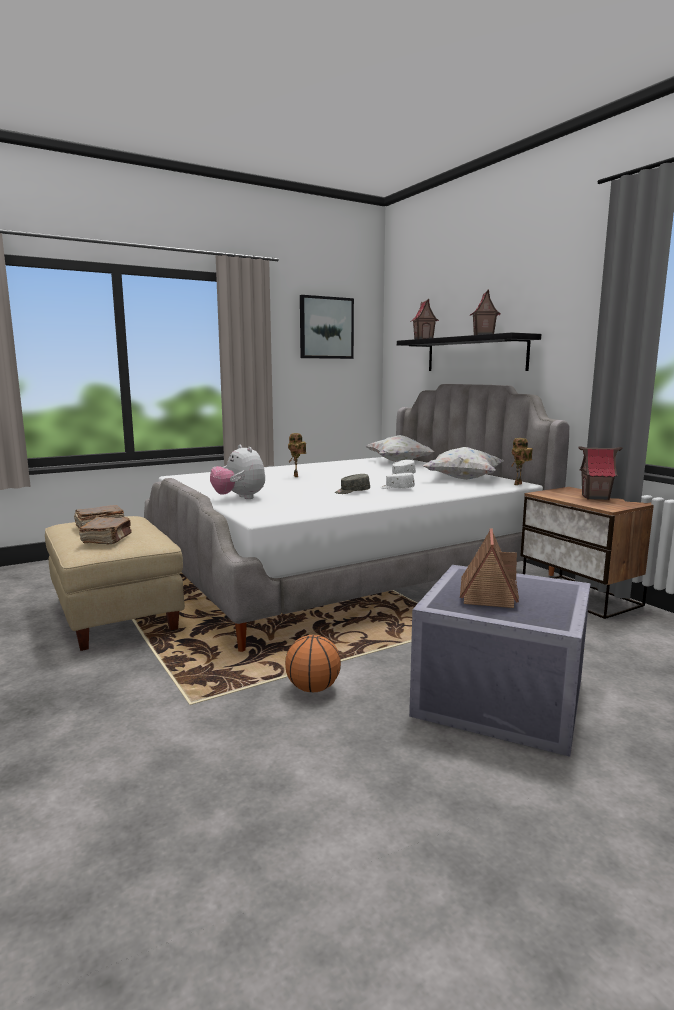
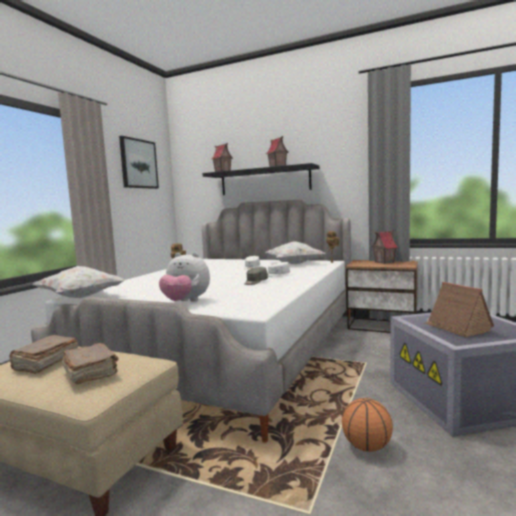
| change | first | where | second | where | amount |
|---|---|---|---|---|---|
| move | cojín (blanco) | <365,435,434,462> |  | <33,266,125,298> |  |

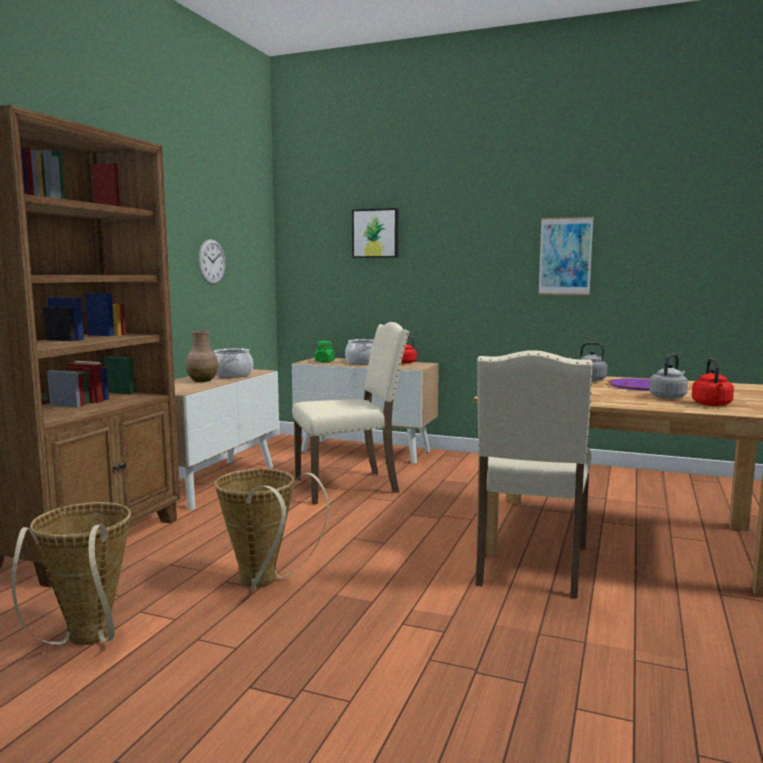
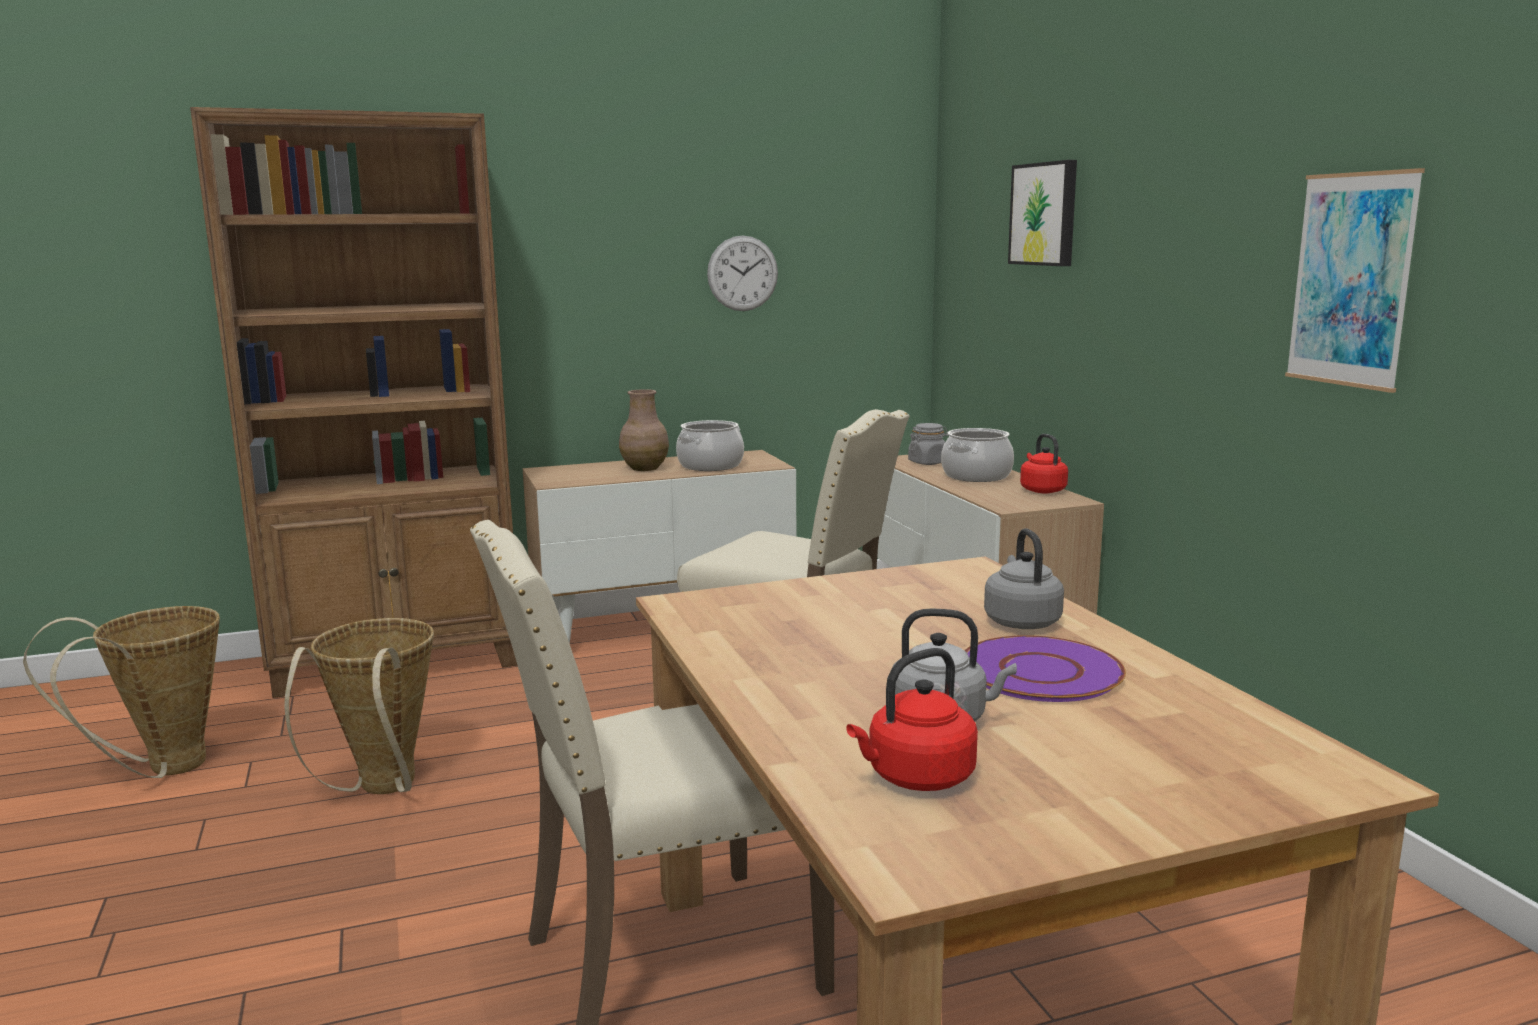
| change | first | where | second | where | amount |
|---|---|---|---|---|---|
| recolor | tarro (verde) | <315,341,335,362> | tarro (gris) | <908,423,948,465> |  |

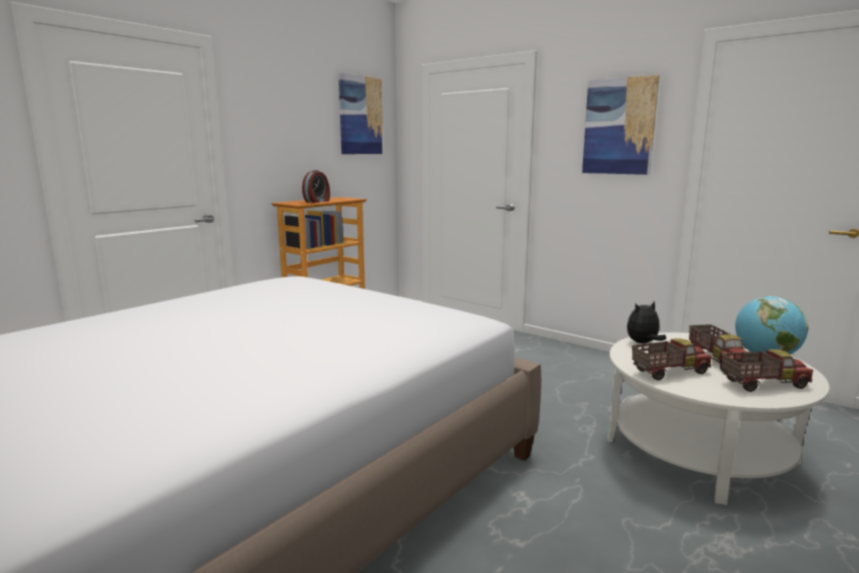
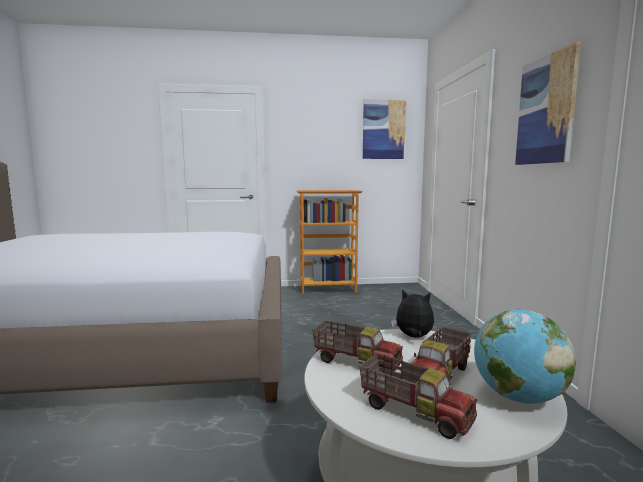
| change | first | where | second | where | amount |
|---|---|---|---|---|---|
| delete | despertador | <302,170,330,203> |  |  |  |

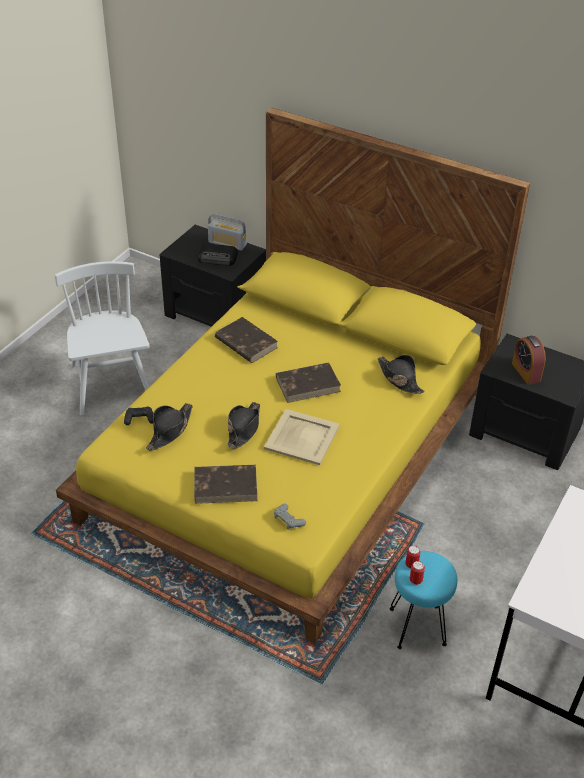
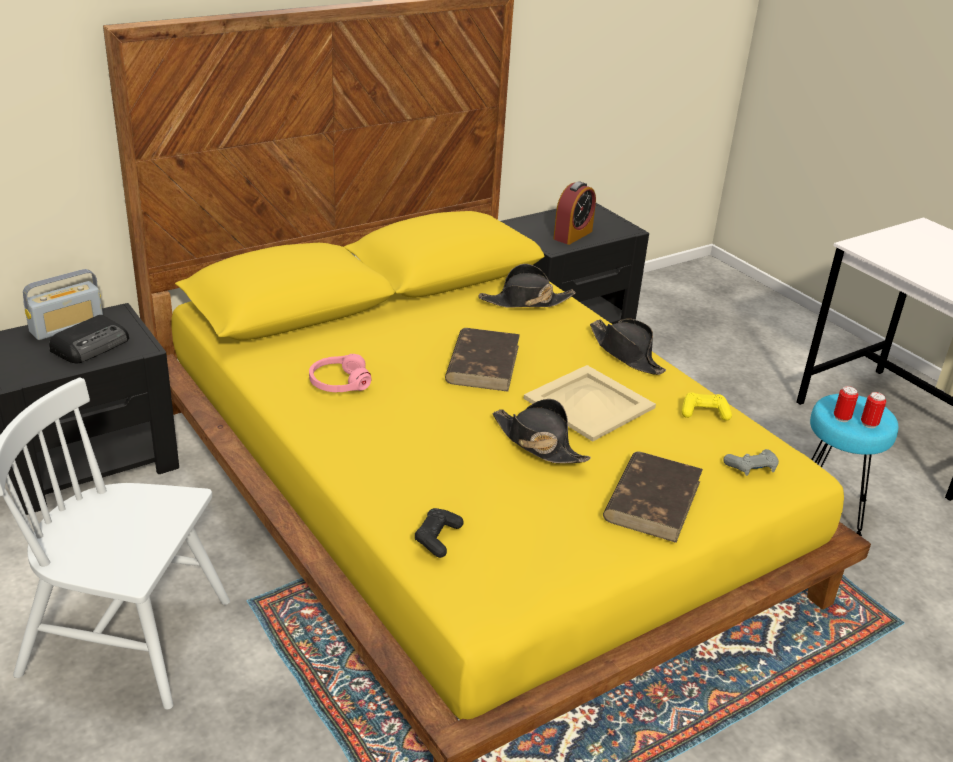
| change | first | where | second | where | amount |
|---|---|---|---|---|---|
| replace | libro (marrón) | <215,317,278,363> | auriculares (rosa) | <309,354,372,392> |  |
| rotate | despertador | <512,336,546,385> |  | <553,182,596,245> | 60 degrees counterclockwise |
| move | sombrero (negro) | <146,403,193,451> |  | <590,319,666,375> |  |
| insert |  |  | mando de consola (amarillo) | <682,392,732,421> |  |

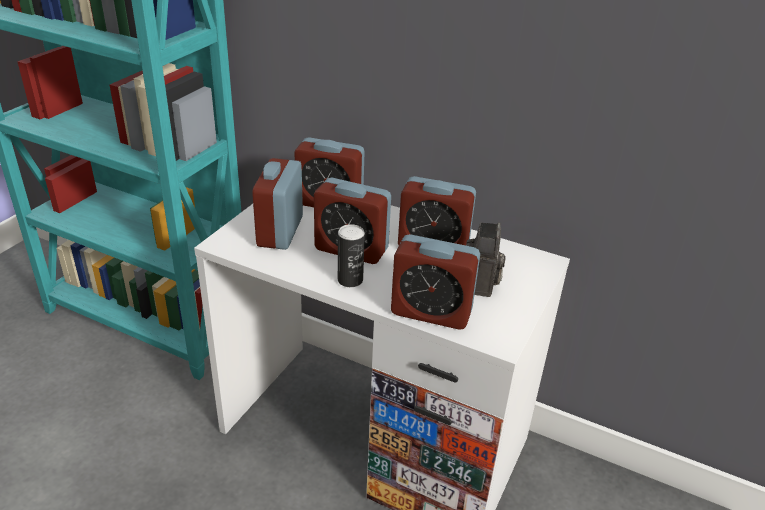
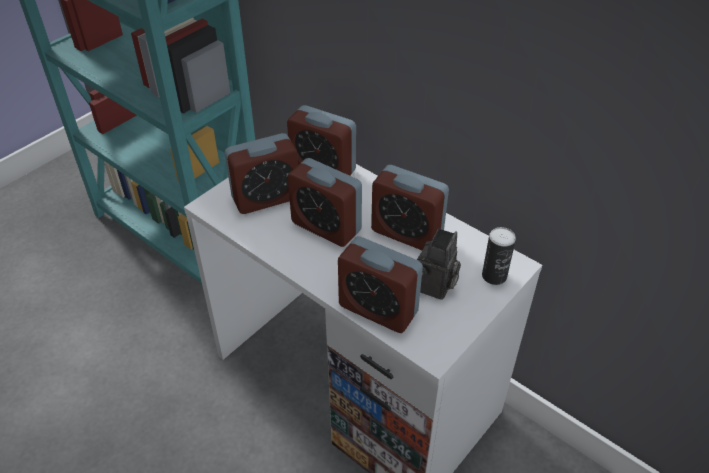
| change | first | where | second | where | amount |
|---|---|---|---|---|---|
| rotate | despertador | <252,158,303,250> |  | <225,133,298,214> | 135 degrees counterclockwise |
| move | lata | <338,224,365,287> |  | <482,227,516,285> |  |

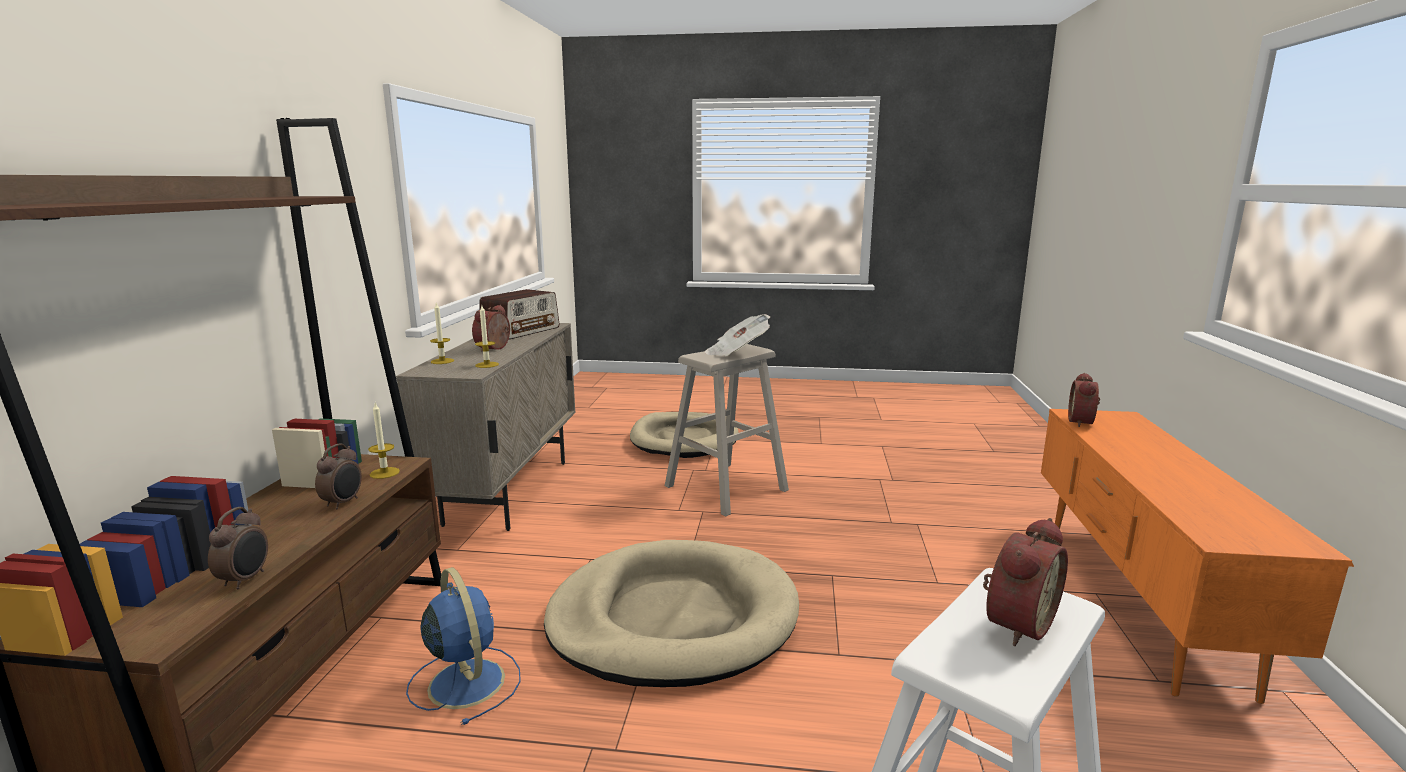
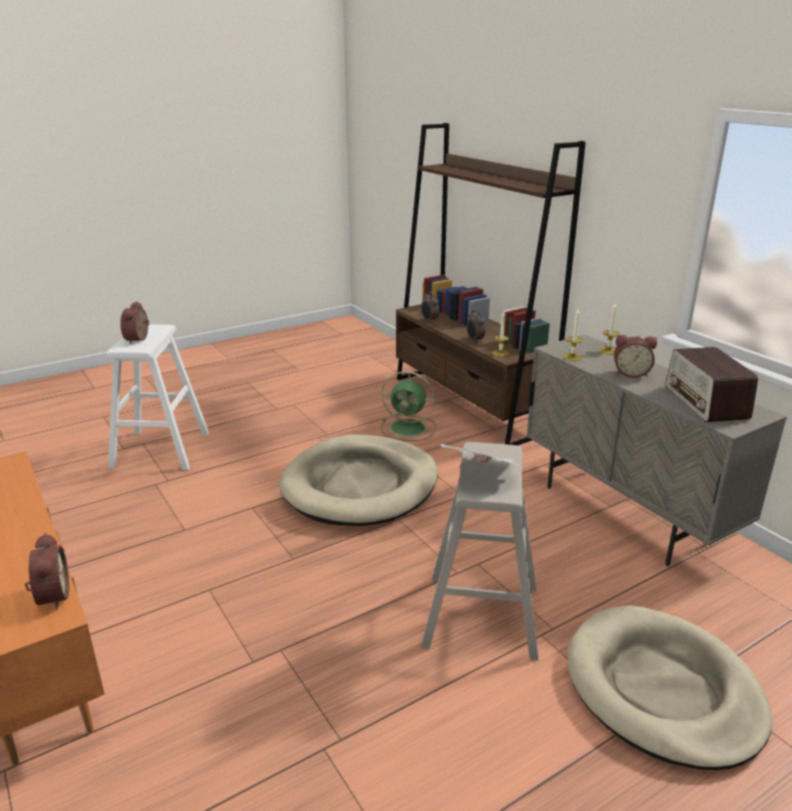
| change | first | where | second | where | amount |
|---|---|---|---|---|---|
| rotate | despertador | <472,305,510,352> |  | <614,335,657,378> | 120 degrees clockwise |
| recolor | ventilador (azul) | <406,567,521,725> | ventilador (verde) | <381,371,436,441> |  |

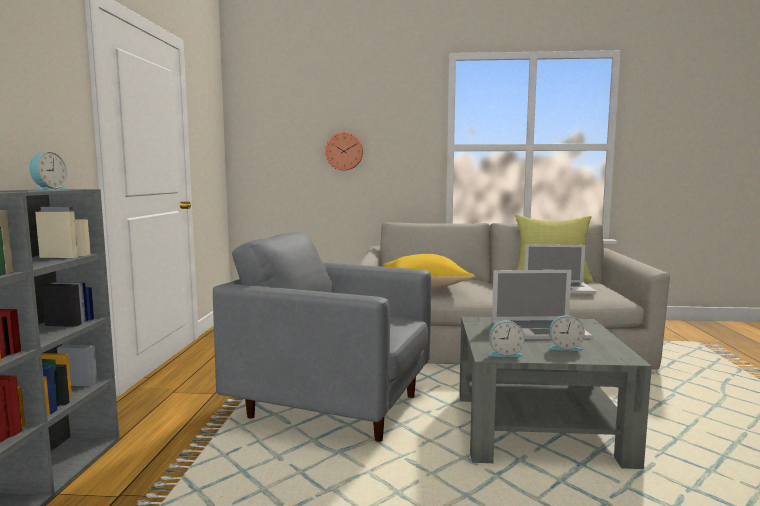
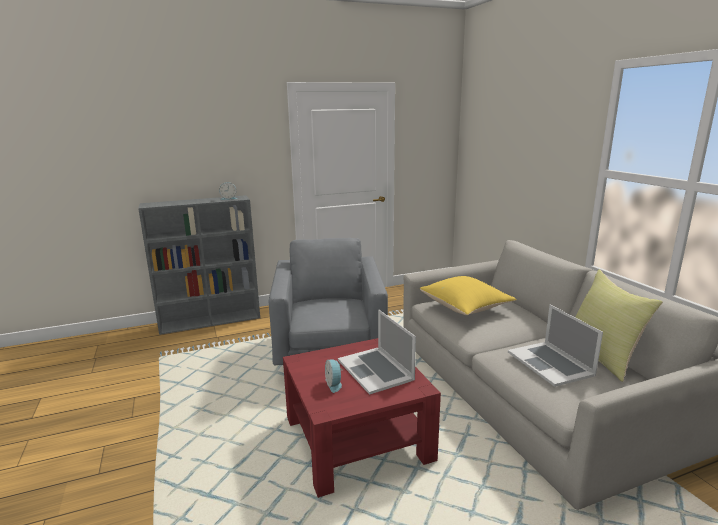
| change | first | where | second | where | amount |
|---|---|---|---|---|---|
| delete | reloj de pared | <325,132,363,170> |  |  |  |
| recolor | mesa de centro (gris) | <459,317,652,469> | mesa de centro (rojo) | <283,338,441,498> |  |
| delete | despertador | <488,320,525,357> |  |  |  |

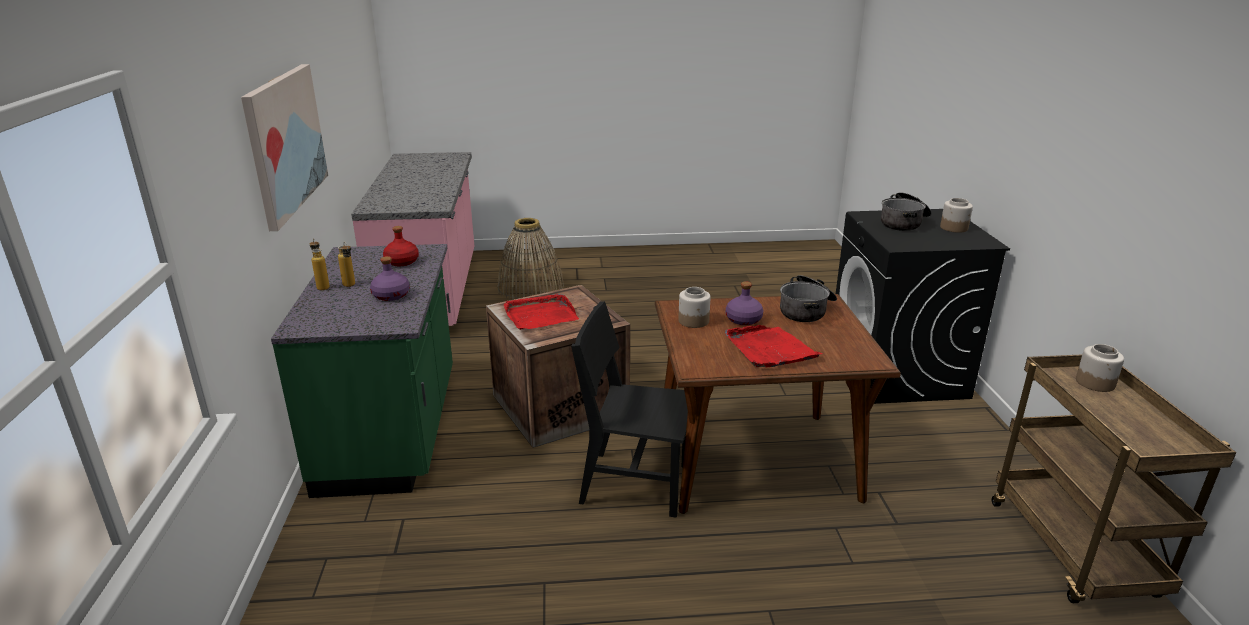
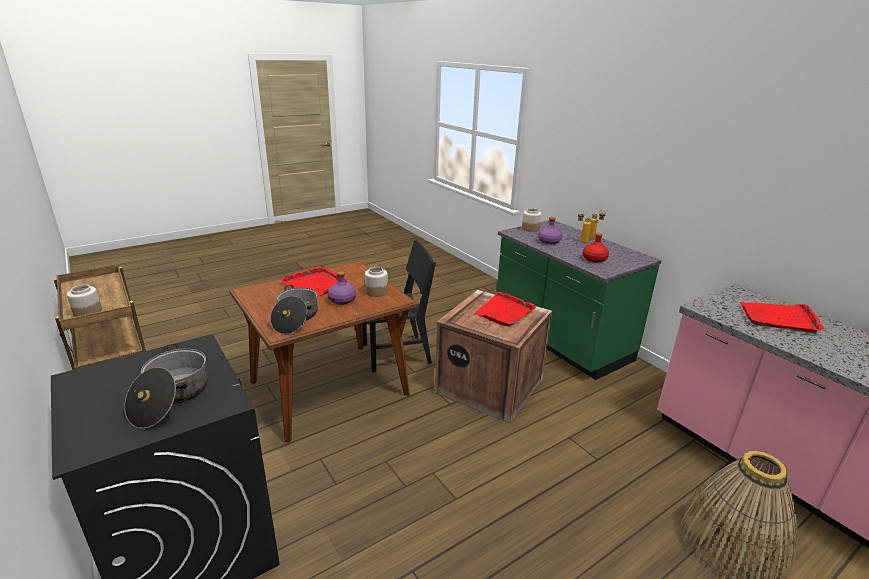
| change | first | where | second | where | amount |
|---|---|---|---|---|---|
| delete | cuadro | <241,64,328,231> |  |  |  |
| move | tarro | <940,198,973,233> |  | <522,208,542,232> |  |
| insert |  |  | bandeja (rojo) | <740,302,824,333> |  |

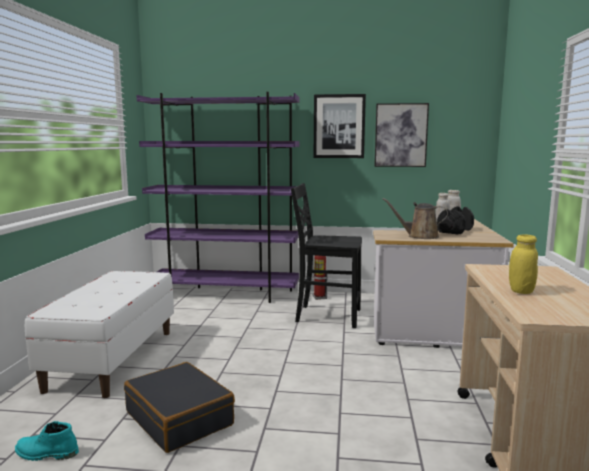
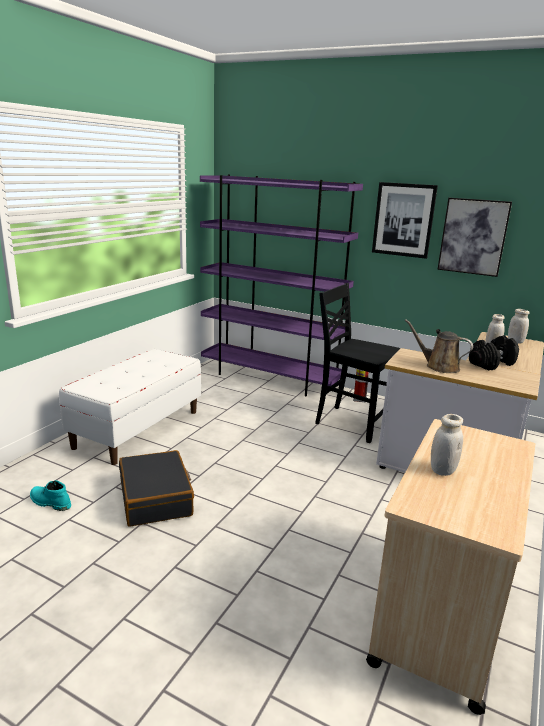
| change | first | where | second | where | amount |
|---|---|---|---|---|---|
| recolor | tarro (amarillo) | <509,234,538,294> | tarro (blanco) | <431,414,463,476> |  |

